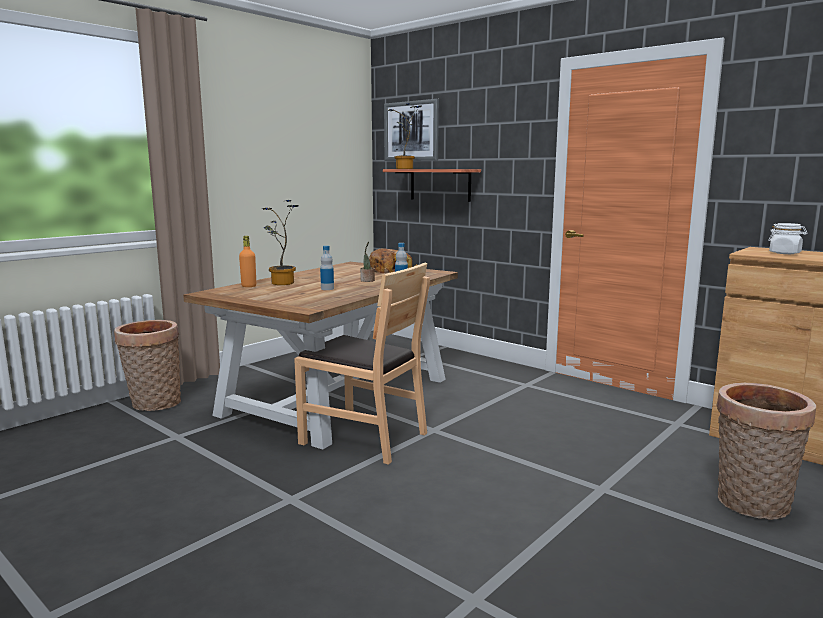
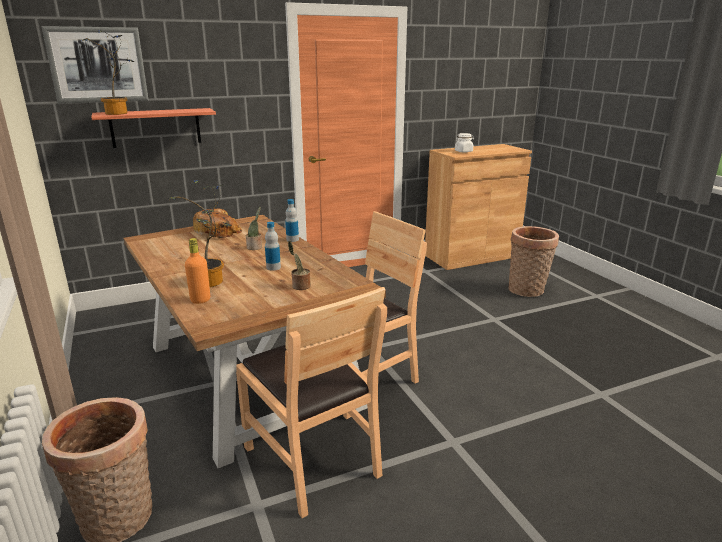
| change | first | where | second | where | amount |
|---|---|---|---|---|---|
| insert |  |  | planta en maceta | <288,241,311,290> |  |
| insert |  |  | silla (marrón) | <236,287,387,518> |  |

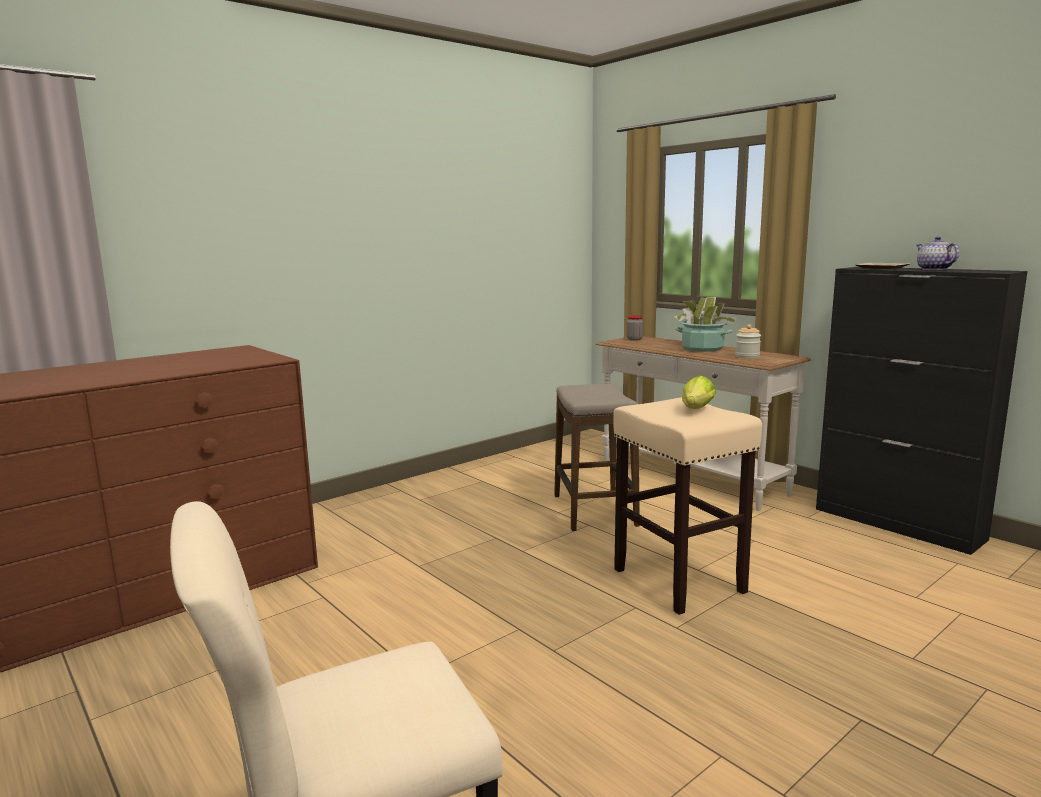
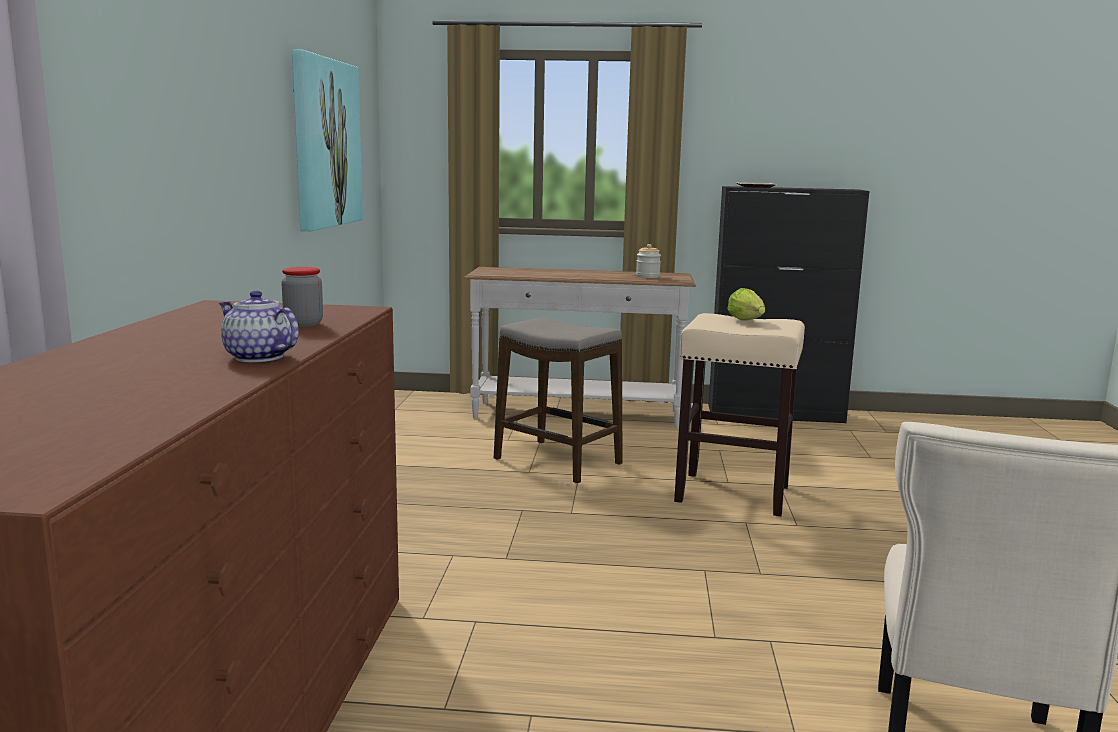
| change | first | where | second | where | amount |
|---|---|---|---|---|---|
| move | tetera | <916,237,959,270> |  | <219,290,299,362> |  |
| delete | planta en maceta | <674,297,737,352> |  |  |  |
| move | tarro | <627,316,643,341> |  | <281,267,323,327> |  |
| insert |  |  | cuadro | <292,50,363,231> |  |

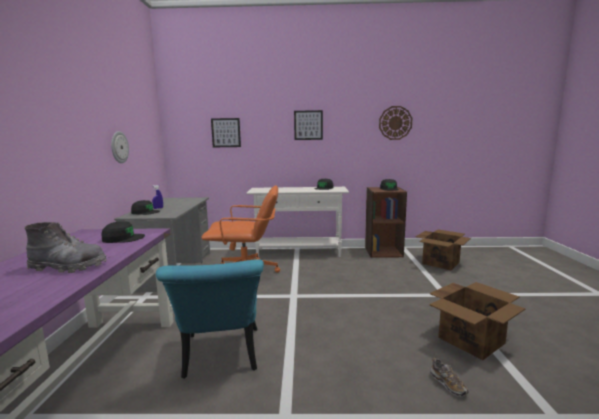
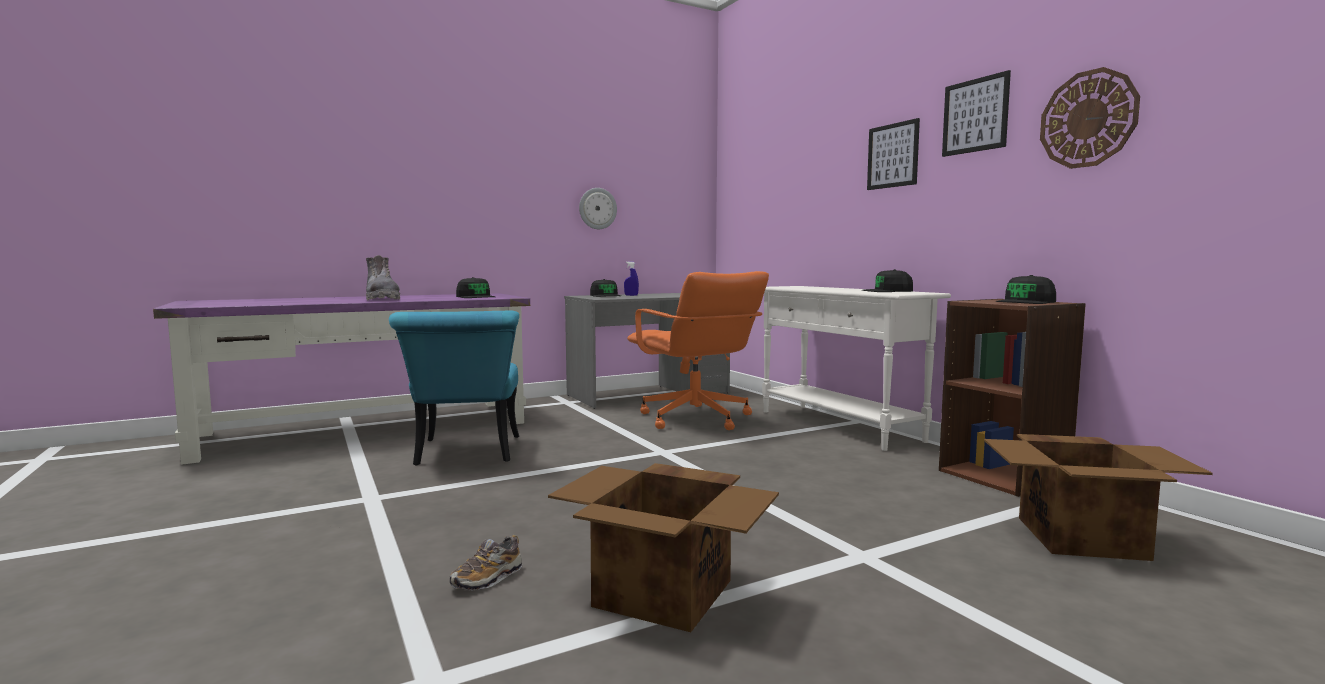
| change | first | where | second | where | amount |
|---|---|---|---|---|---|
| move | cuadro | <211,118,241,147> |  | <942,70,1011,157> |  |
| rotate | silla (turquesa) | <156,259,264,379> |  | <389,310,519,465> | 60 degrees counterclockwise |

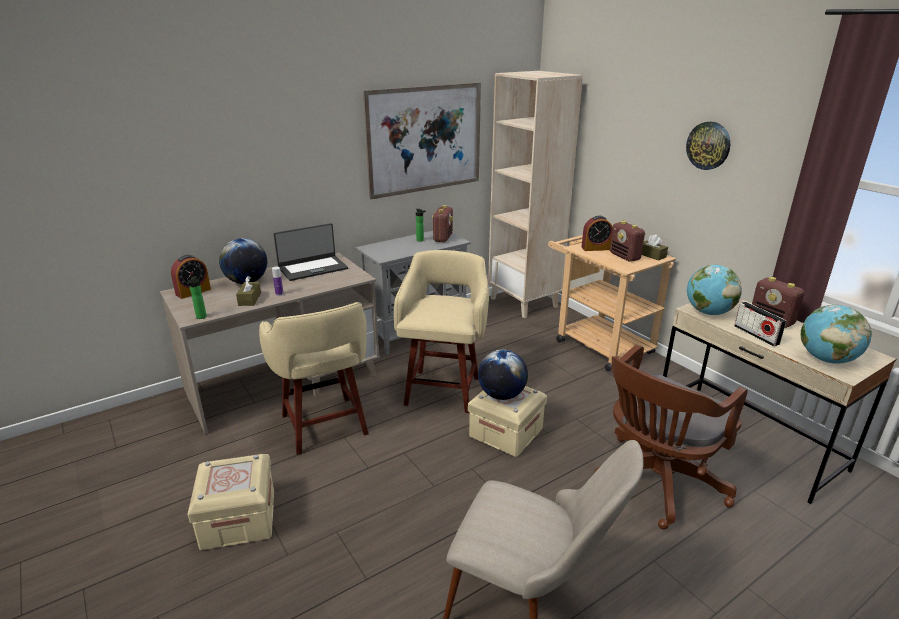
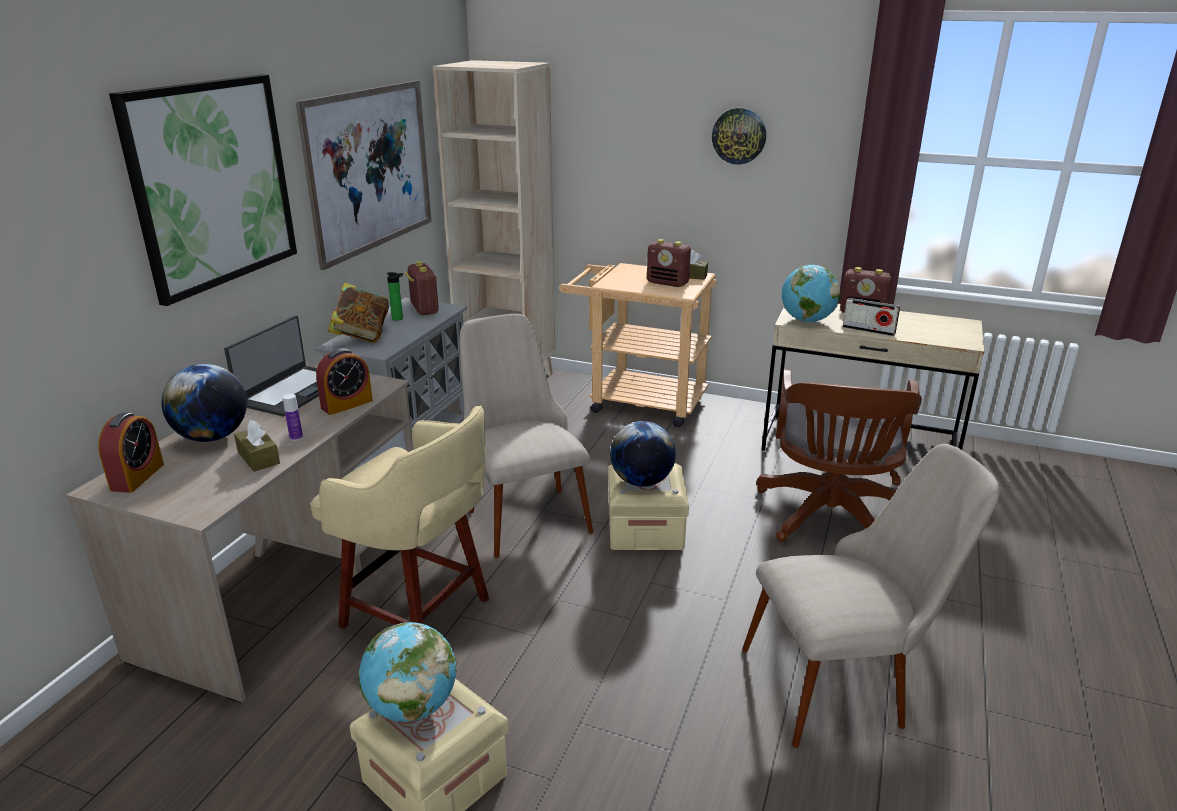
| change | first | where | second | where | amount |
|---|---|---|---|---|---|
| move | despertador | <581,216,613,251> |  | <316,348,373,415> |  |
| replace | taburete (beis) | <394,250,489,413> | silla (beis) | <459,314,593,558> |  |
| delete | botella | <188,276,207,319> |  |  |  |
| move | globo terráqueo | <801,305,872,364> |  | <359,622,457,722> |  |
| insert |  |  | cuadro | <109,74,297,306> |  |
| insert |  |  | libro | <328,282,389,343> |  |

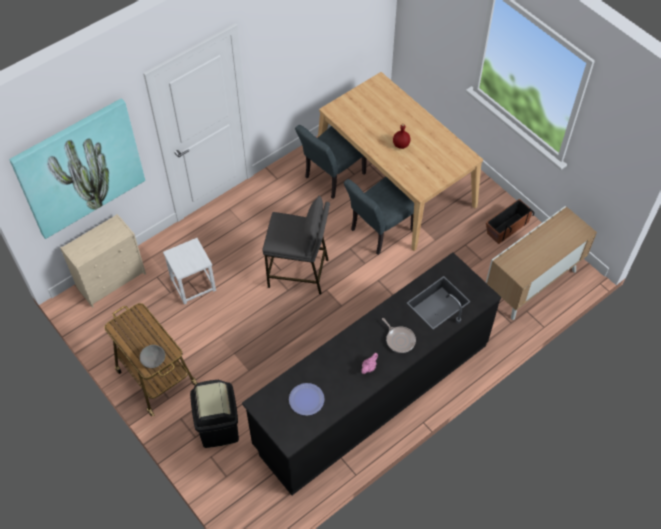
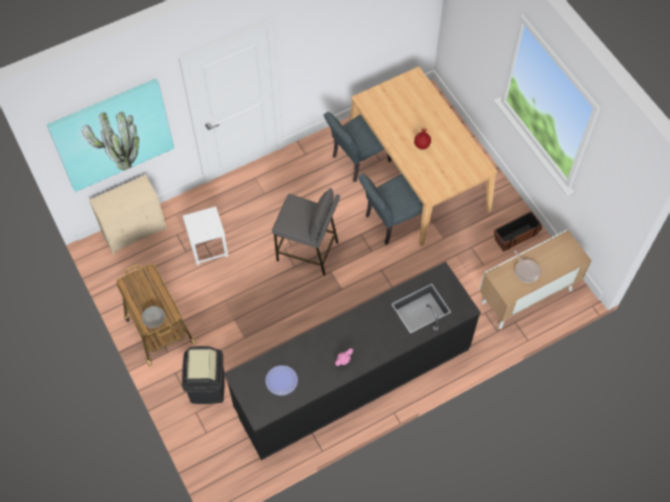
| change | first | where | second | where | amount |
|---|---|---|---|---|---|
| move | sartén | <382,318,416,353> |  | <514,250,541,283> |  |

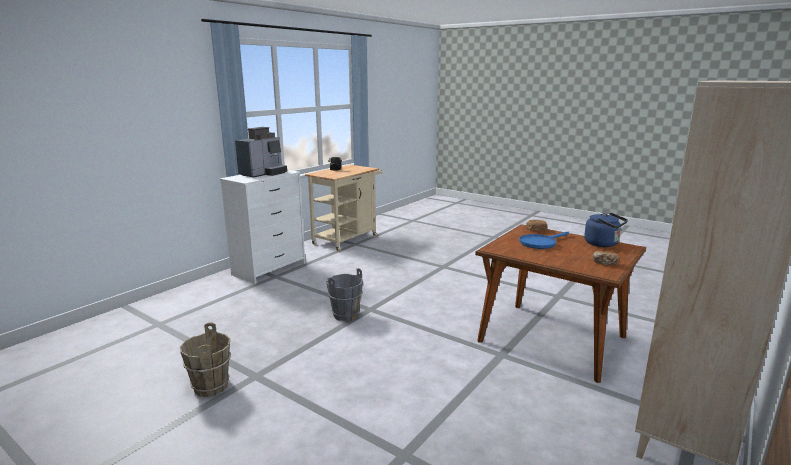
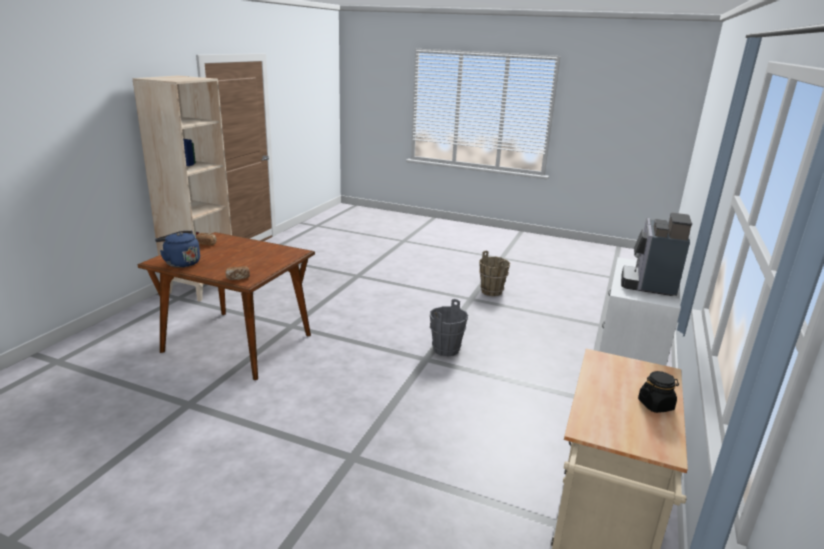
| change | first | where | second | where | amount |
|---|---|---|---|---|---|
| delete | sartén (azul) | <519,232,569,249> |  |  |  |

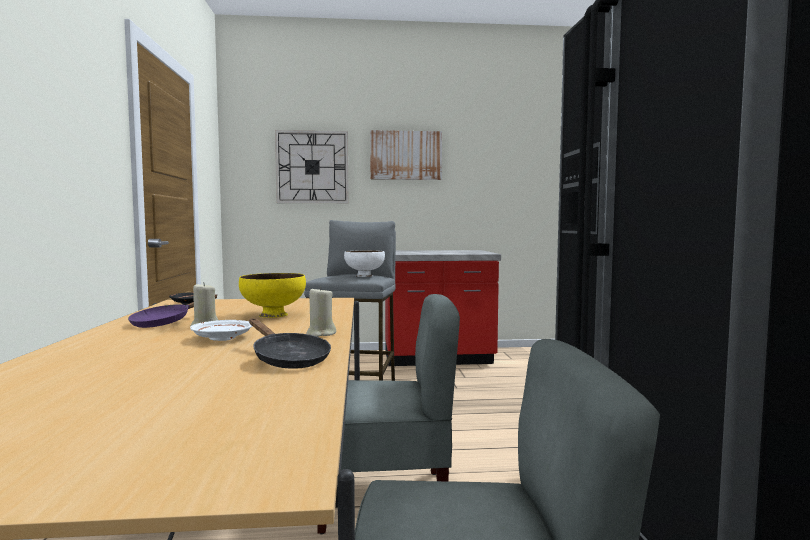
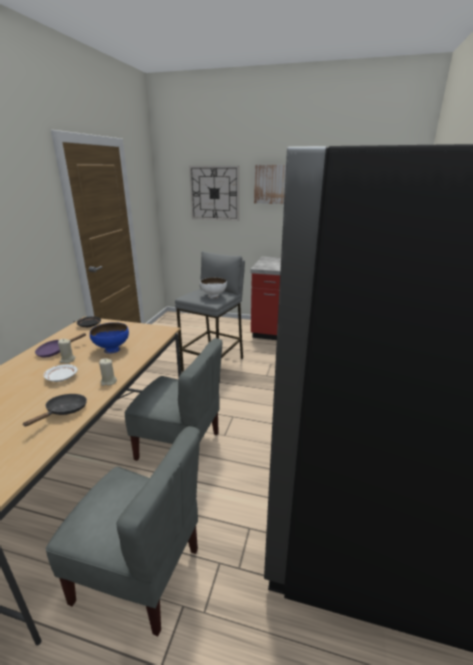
| change | first | where | second | where | amount |
|---|---|---|---|---|---|
| recolor | cuenco (amarillo) | <239,273,306,318> | cuenco (azul) | <90,322,129,354> |  |
| rotate | sartén (negro) | <249,318,331,369> |  | <23,394,87,426> | 135 degrees counterclockwise |

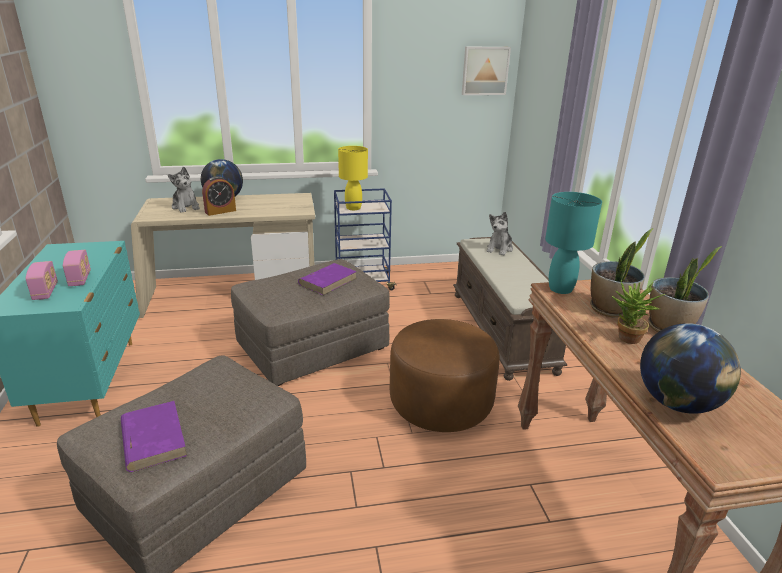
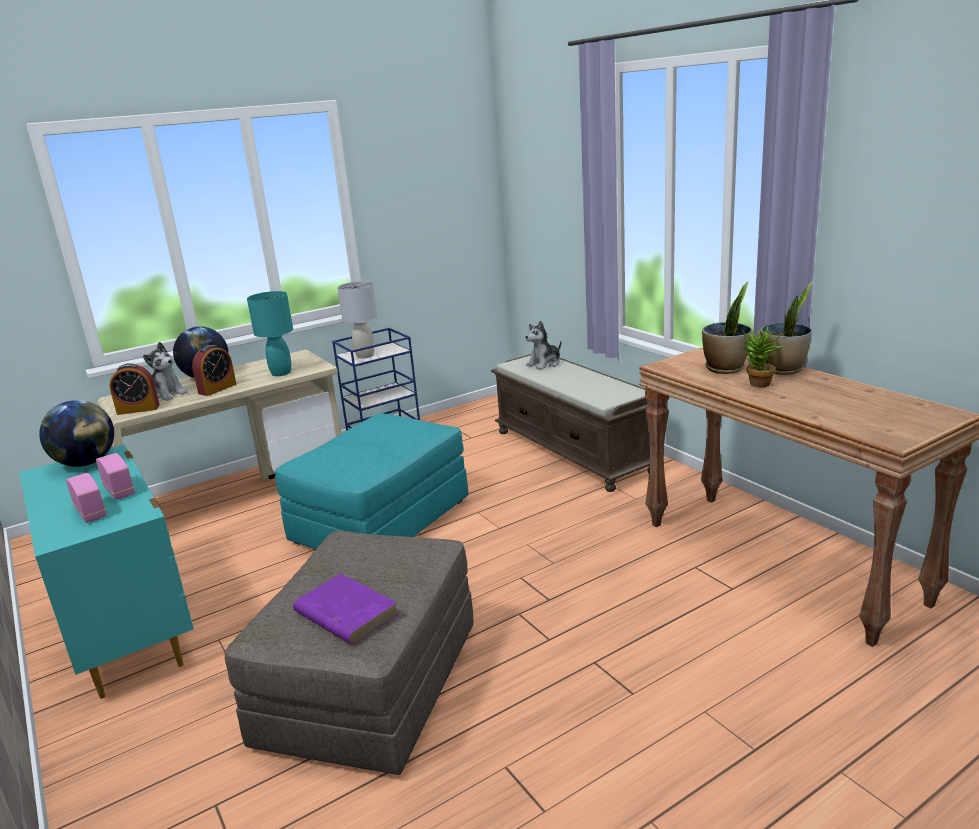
| change | first | where | second | where | amount |
|---|---|---|---|---|---|
| delete | cuadro | <462,46,511,95> |  |  |  |
| recolor | lámpara de mesa (amarillo) | <338,146,368,210> | lámpara de mesa (gris) | <337,281,377,359> |  |
| move | lámpara de mesa (turquesa) | <545,192,602,294> |  | <247,291,293,376> |  |
| rotate | peluche | <486,212,513,256> |  | <525,321,561,370> | 45 degrees clockwise |
| recolor | puf (gris) | <231,259,390,386> | puf (turquesa) | <275,413,468,549> |  |
| delete | libro (morado) | <298,263,357,295> |  |  |  |
| delete | puf (marrón) | <390,319,500,432> |  |  |  |
| move | globo terráqueo | <640,323,741,414> |  | <39,400,114,467> |  |
| insert |  |  | despertador | <110,363,160,415> |  |

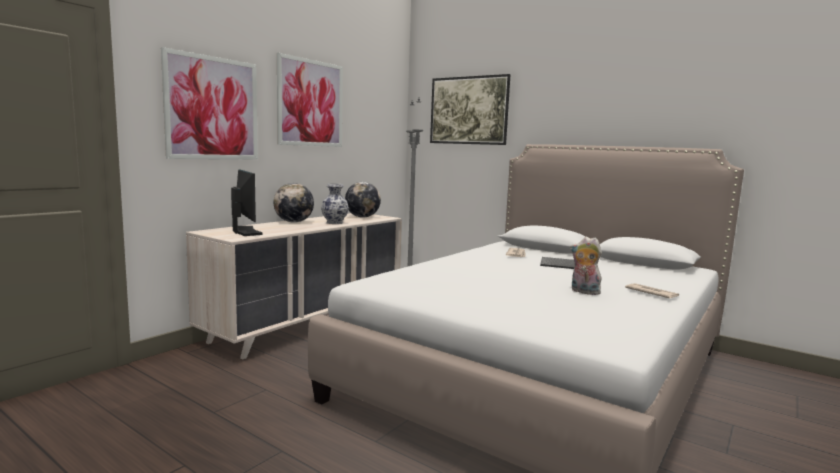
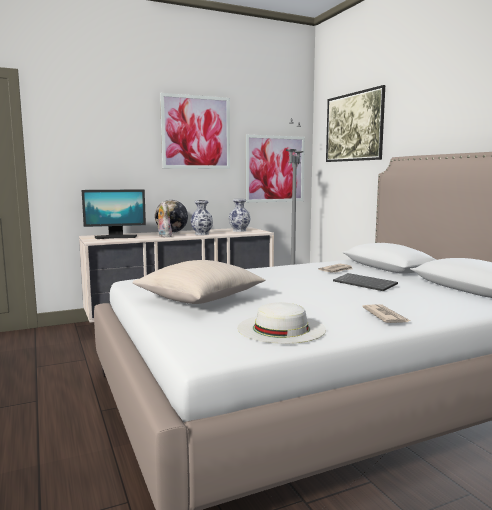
| change | first | where | second | where | amount |
|---|---|---|---|---|---|
| move | cuadro | <161,47,258,159> |  | <245,135,305,203> |  |
| rotate | monitor | <231,169,263,236> |  | <82,189,146,239> | 75 degrees clockwise |
| replace | globo terráqueo | <345,182,381,218> | florero | <229,199,251,232> |  |
| move | peluche | <570,237,602,295> |  | <156,201,172,237> |  |
| insert |  |  | cojín (beis) | <133,260,266,304> |  |
| insert |  |  | sombrero (blanco) | <237,302,326,344> |  |

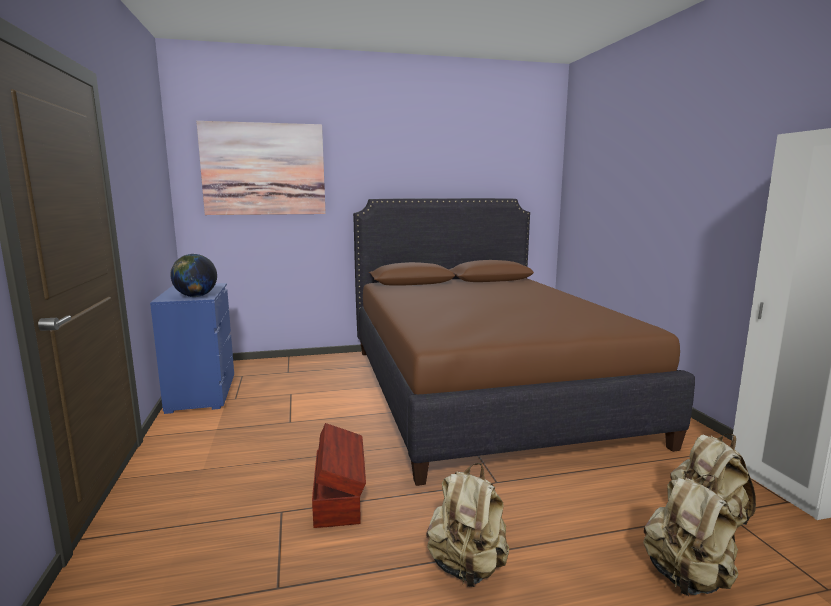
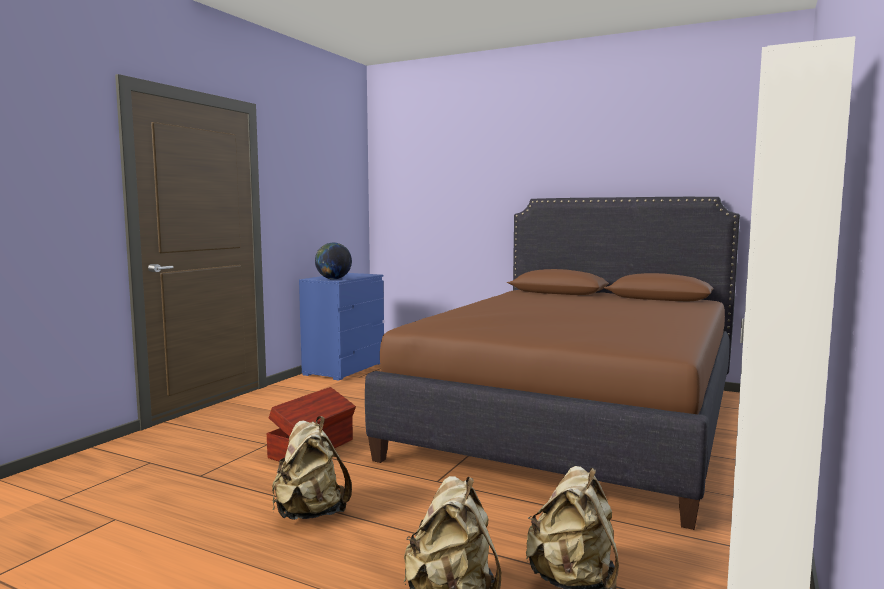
| change | first | where | second | where | amount |
|---|---|---|---|---|---|
| delete | cuadro | <196,121,326,215> |  |  |  |

